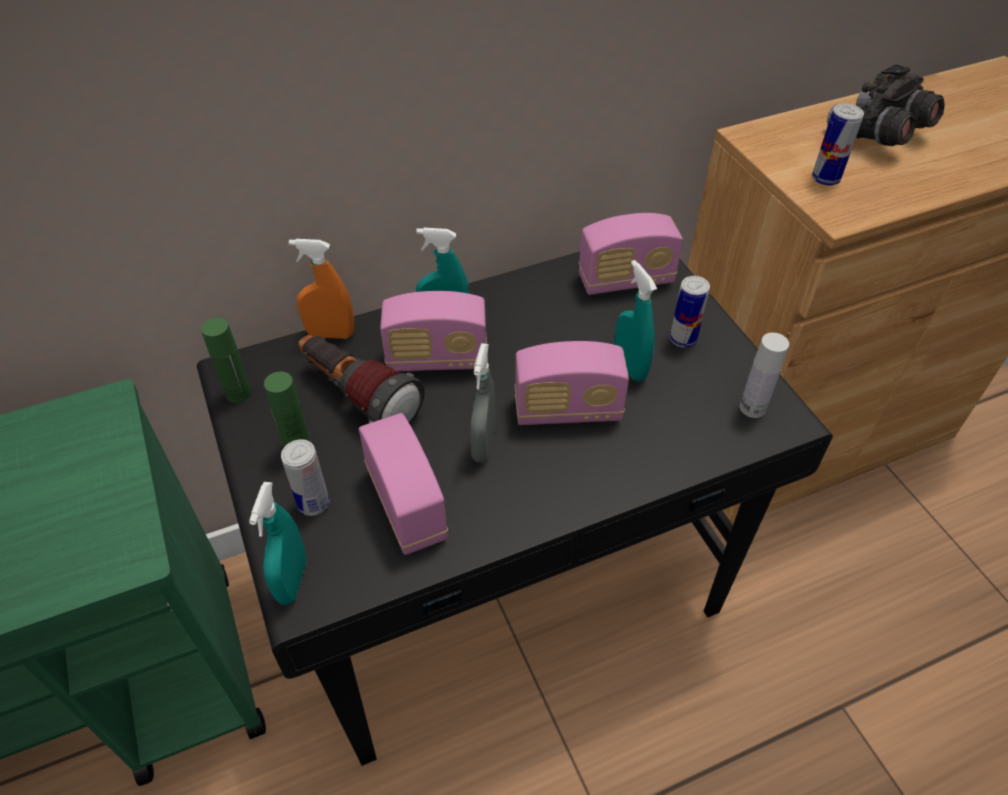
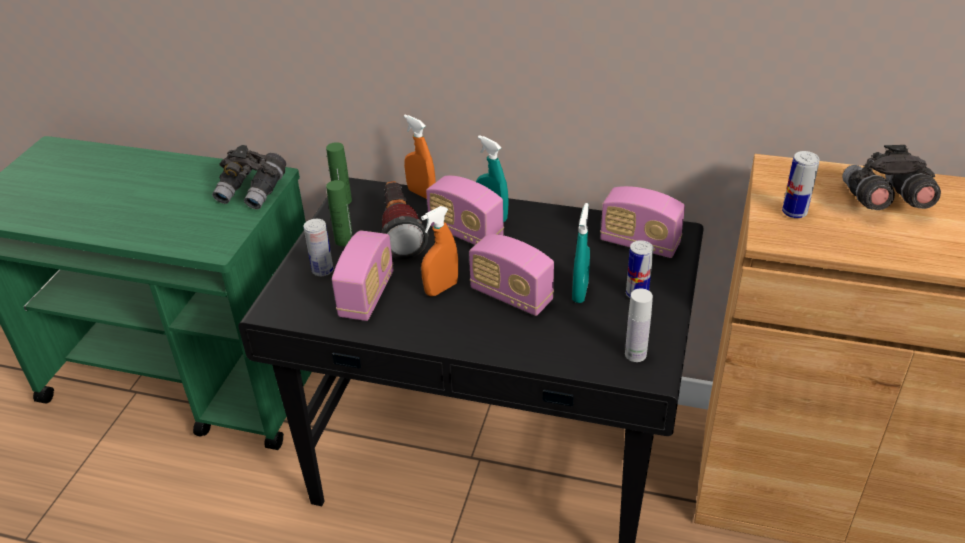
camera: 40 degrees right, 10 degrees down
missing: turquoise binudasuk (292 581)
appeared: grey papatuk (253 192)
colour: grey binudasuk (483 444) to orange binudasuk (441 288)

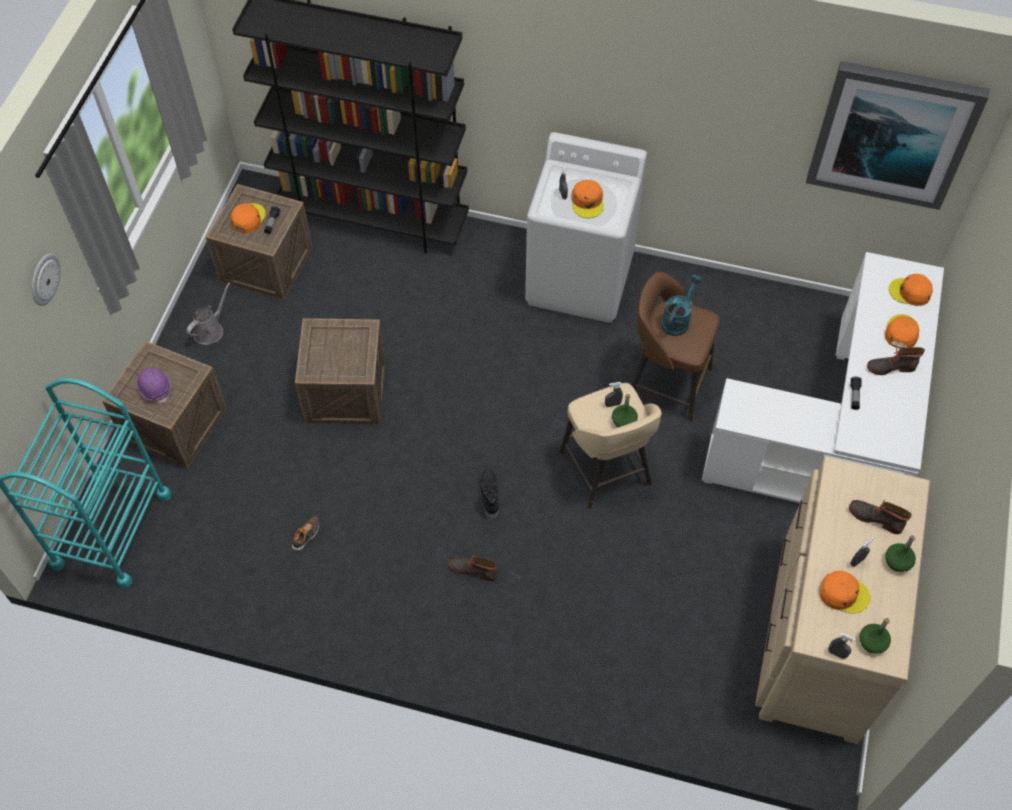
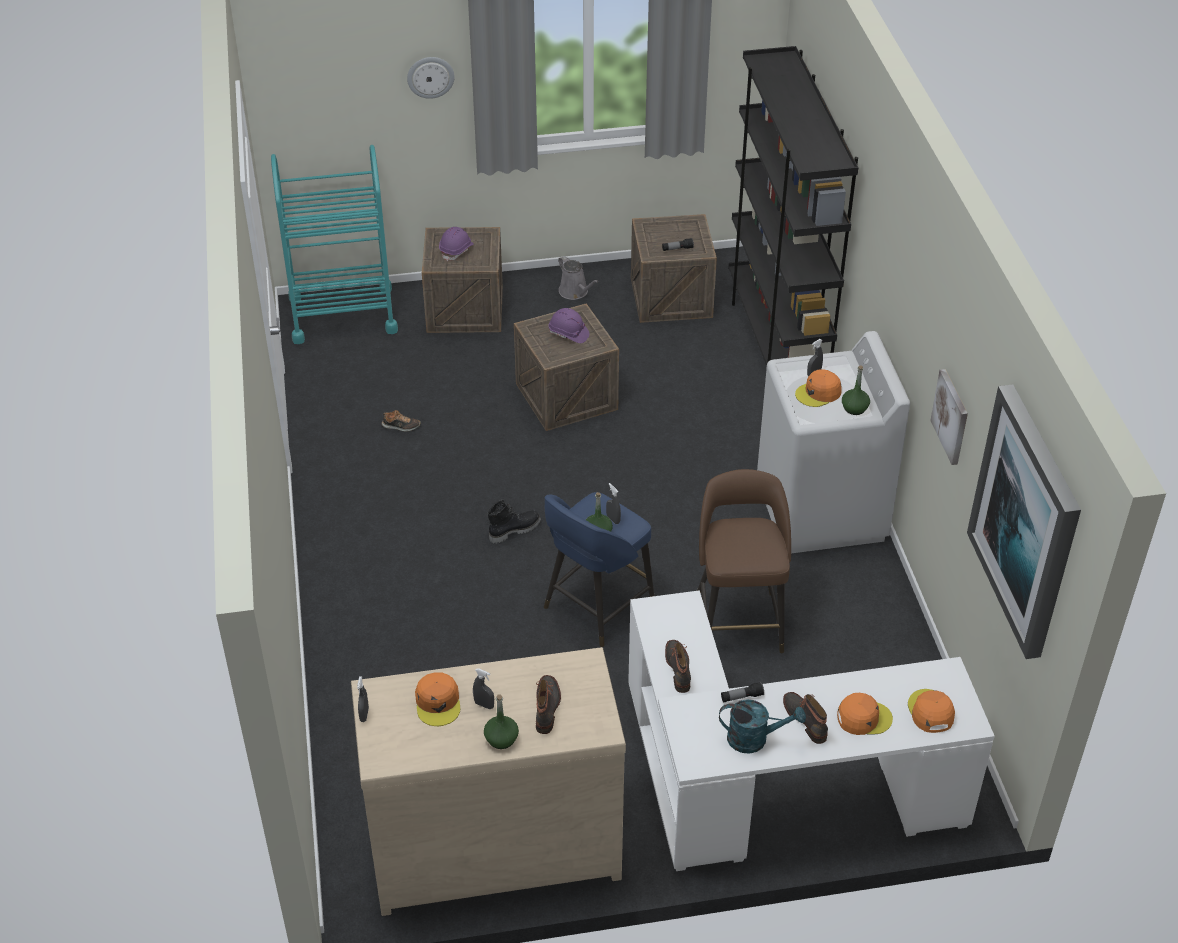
camera: 65 degrees right, 15 degrees down
missing: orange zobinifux (248 218)
appeared: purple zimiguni (568 334); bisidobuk (951 416)
relocated: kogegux (473 569) to (679 668); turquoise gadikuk (677 319) to (755 739); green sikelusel (872 642) to (854 408)
colour: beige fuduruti (606 470) to blue fuduruti (596 607)
spun: grey gadikuk (210 330) = (575 292) 45 degrees clockwise

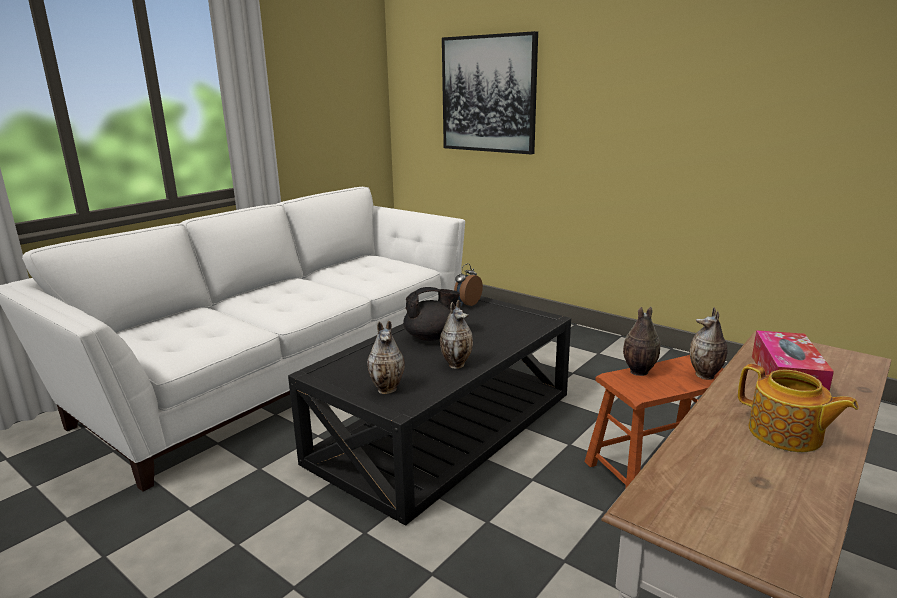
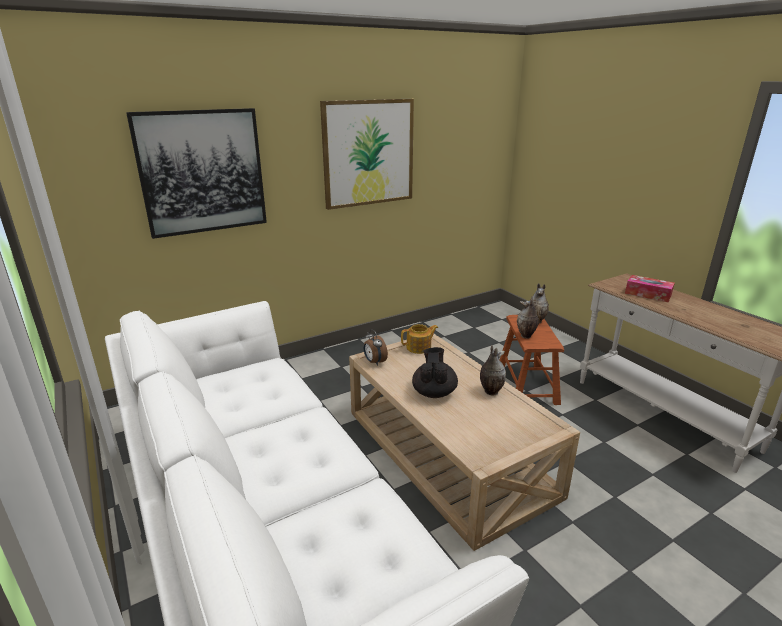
camera: 70 degrees left, 5 degrees up
missing: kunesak (388 389)
appeared: bisidobuk (368 153)
relocated: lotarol (786 434) to (419 347)
colour: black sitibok (443 426) to beige sitibok (446 452)

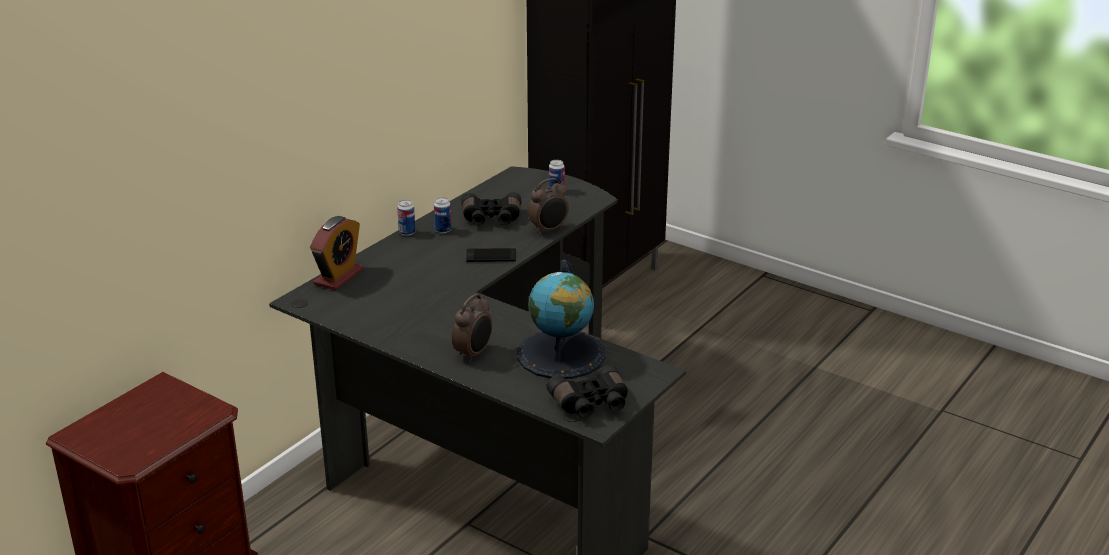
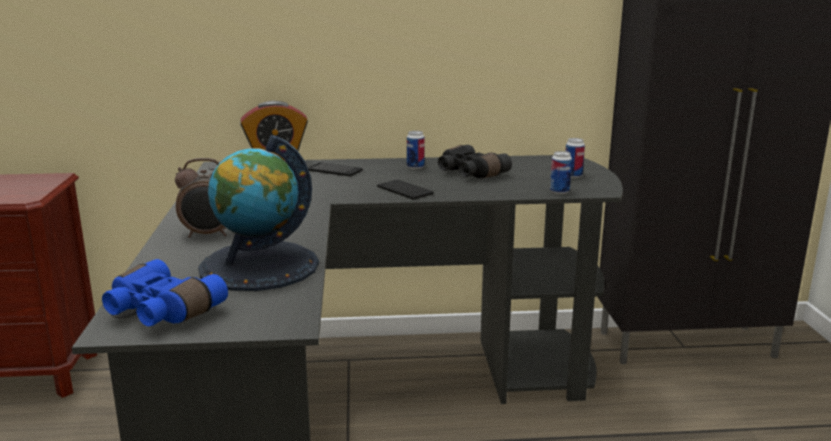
camera: 50 degrees right, 10 degrees down
missing: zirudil (549 230)
appeared: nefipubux (334 170)
relocated: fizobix (407 232) to (559 192)
colour: black papatuk (591 404) to blue papatuk (160 311)

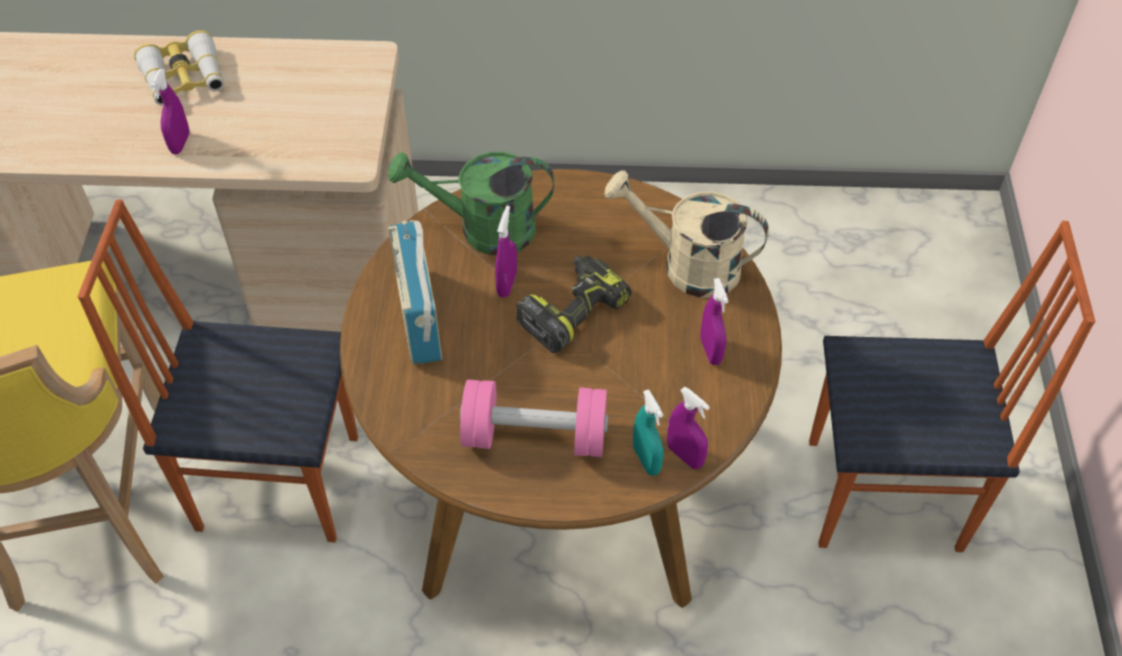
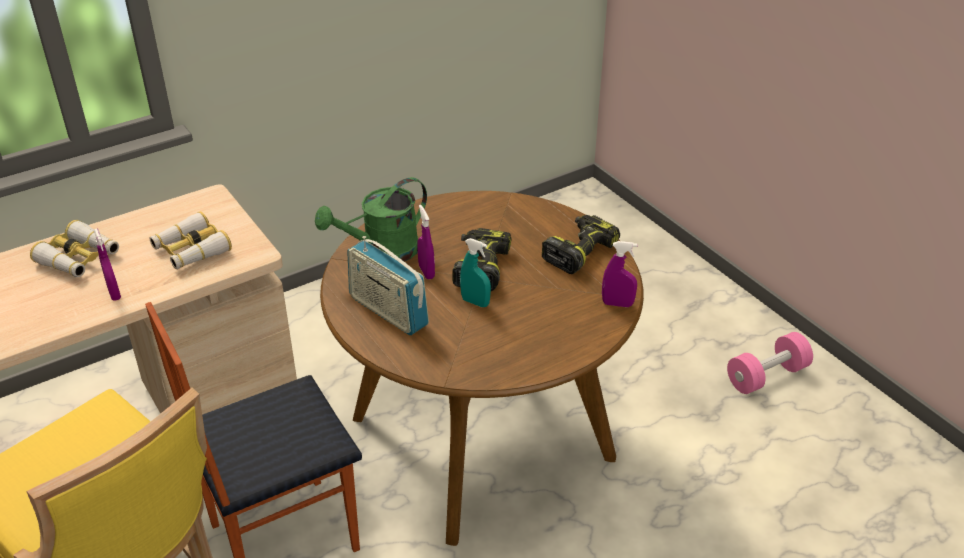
camera: 35 degrees left, 15 degrees down
missing: beige gadikuk (687 265); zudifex (886 497)
appeared: papatuk (191 250)
relocated: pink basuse (535 436) to (766 376); turquoise binudasuk (646 460) to (475 302)
exchanged: purple binudasuk (710 351) to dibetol (579 251)

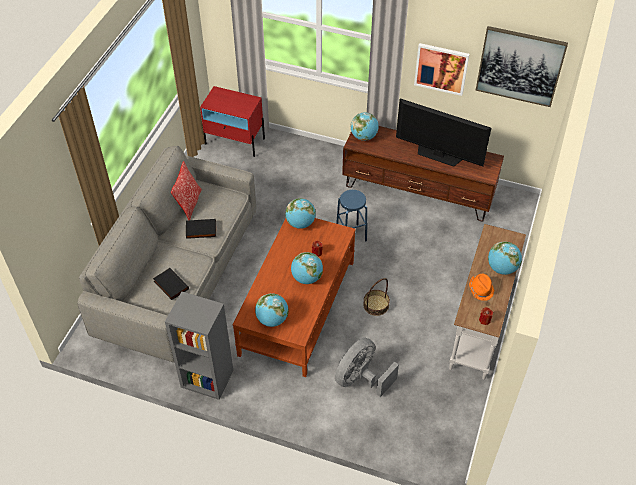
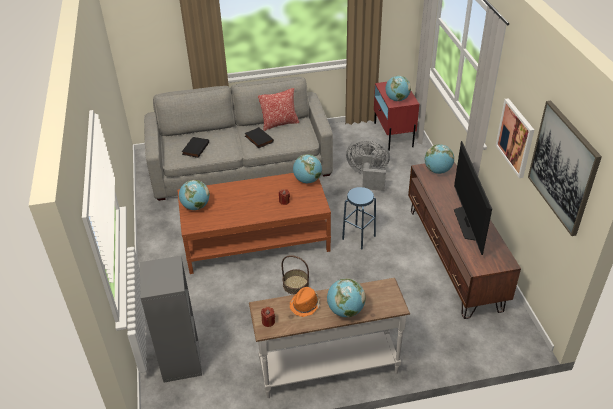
camera: 60 degrees right, 10 degrees down
relocated: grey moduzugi (206 379) to (180 360); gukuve (307 278) to (397 99); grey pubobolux (361 379) to (368 176)

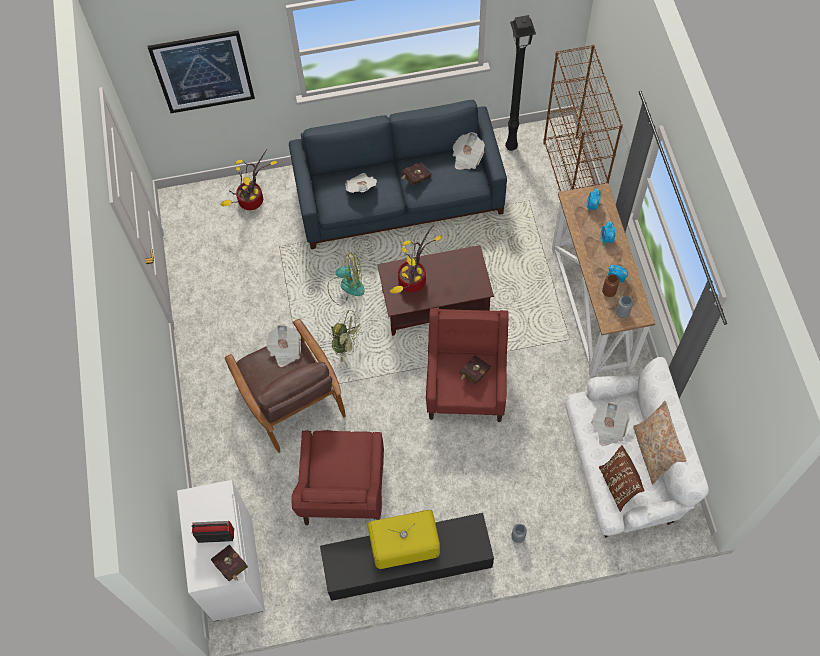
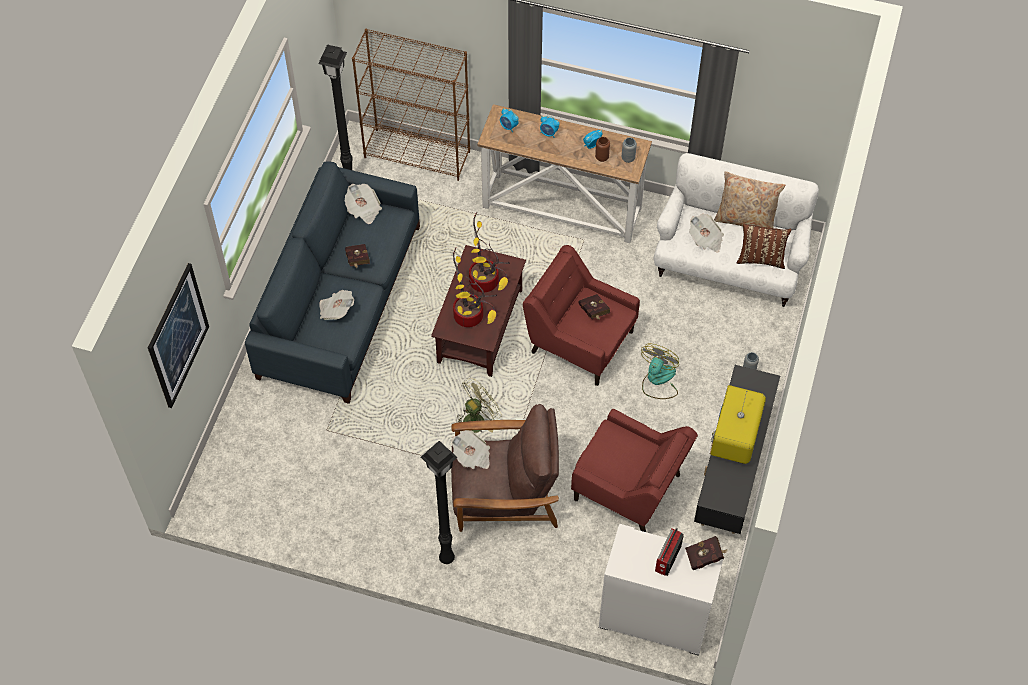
camera: 65 degrees left, 5 degrees down
appeared: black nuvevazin (446 559)
relocated: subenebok (251 202) to (486 281); pubobolux (346 287) to (658 380)

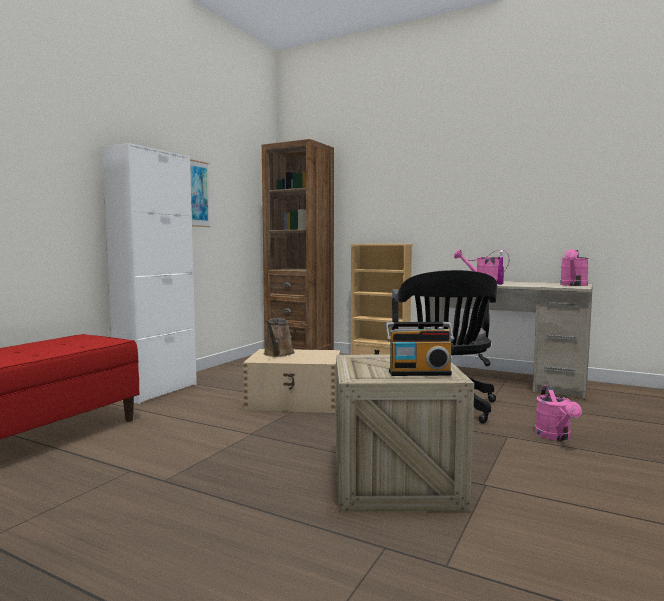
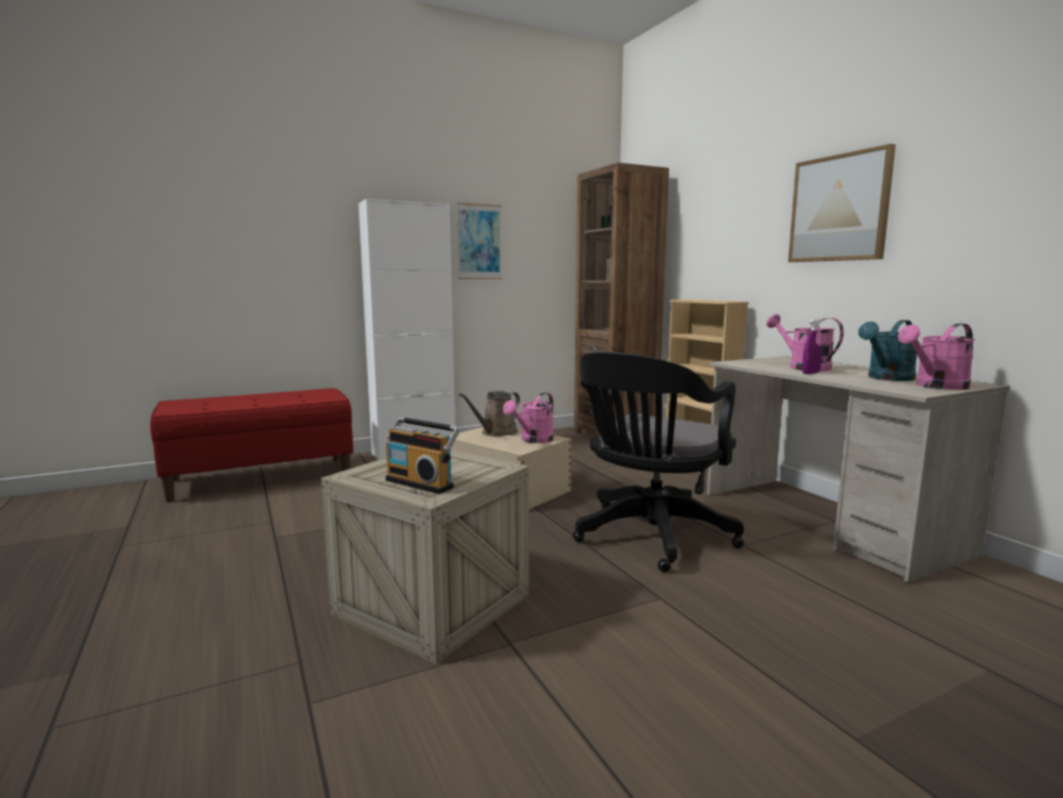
camera: 35 degrees right, 5 degrees up
appeared: bisidobuk (839 208); turquoise gadikuk (887 378)
relocated: pink gadikuk (555 436) to (533 440)

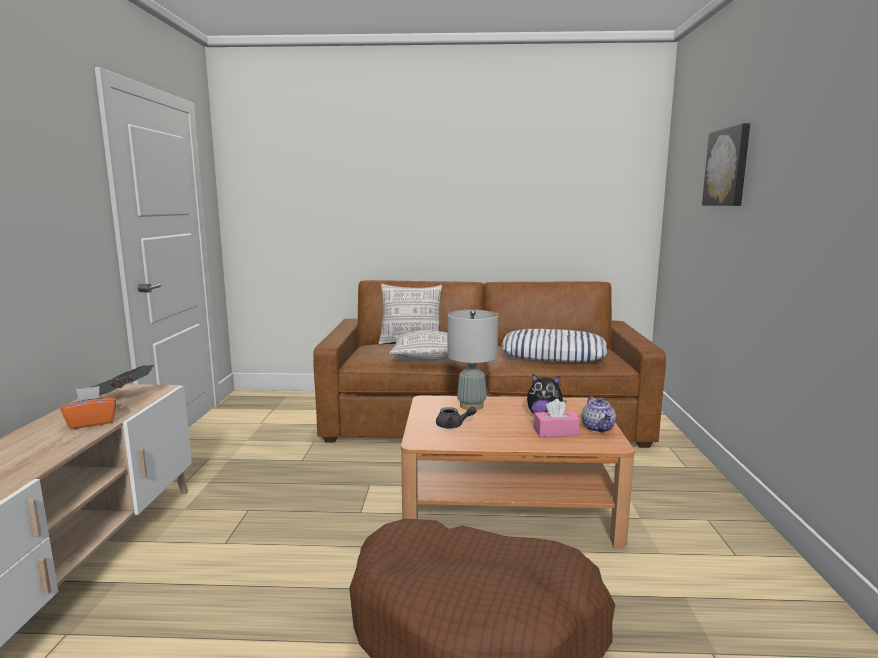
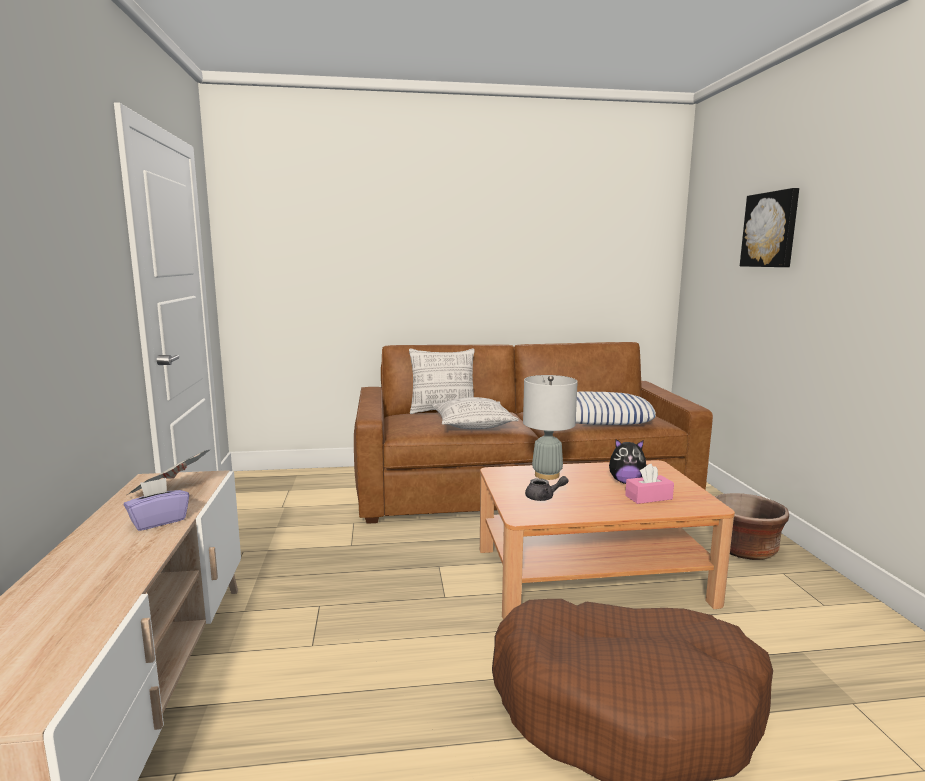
camera: 10 degrees left, 0 degrees up
missing: lotarol (598 428)
appeared: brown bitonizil (744 549)
colour: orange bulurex (92 422) to purple bulurex (158 521)

